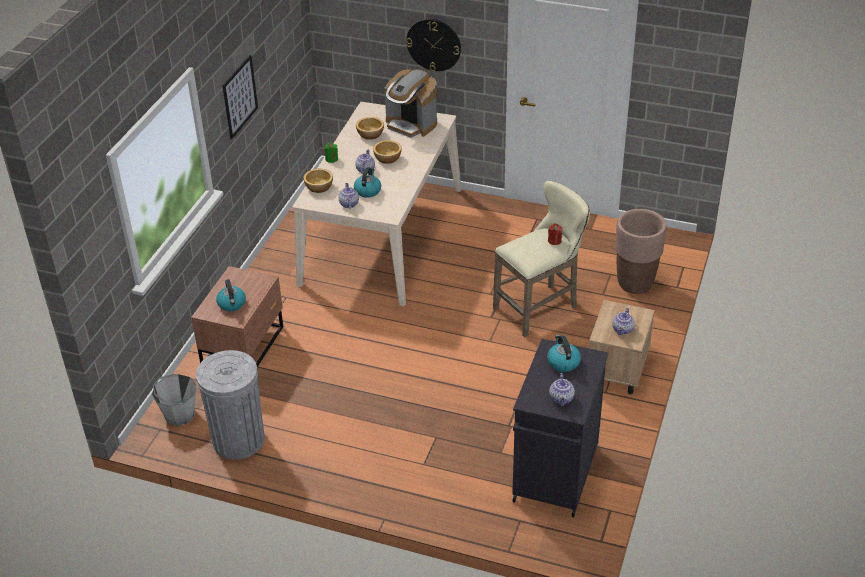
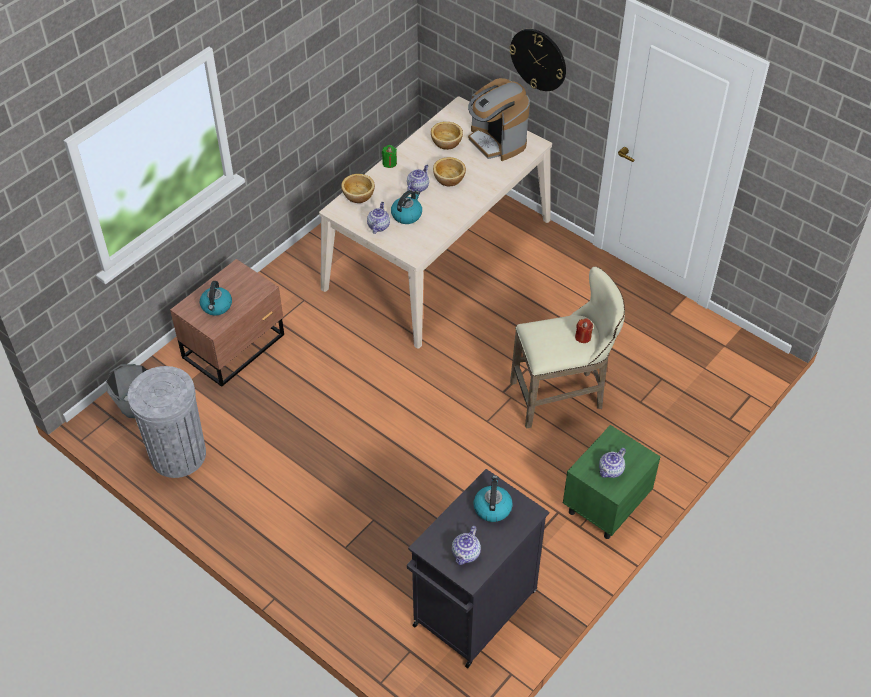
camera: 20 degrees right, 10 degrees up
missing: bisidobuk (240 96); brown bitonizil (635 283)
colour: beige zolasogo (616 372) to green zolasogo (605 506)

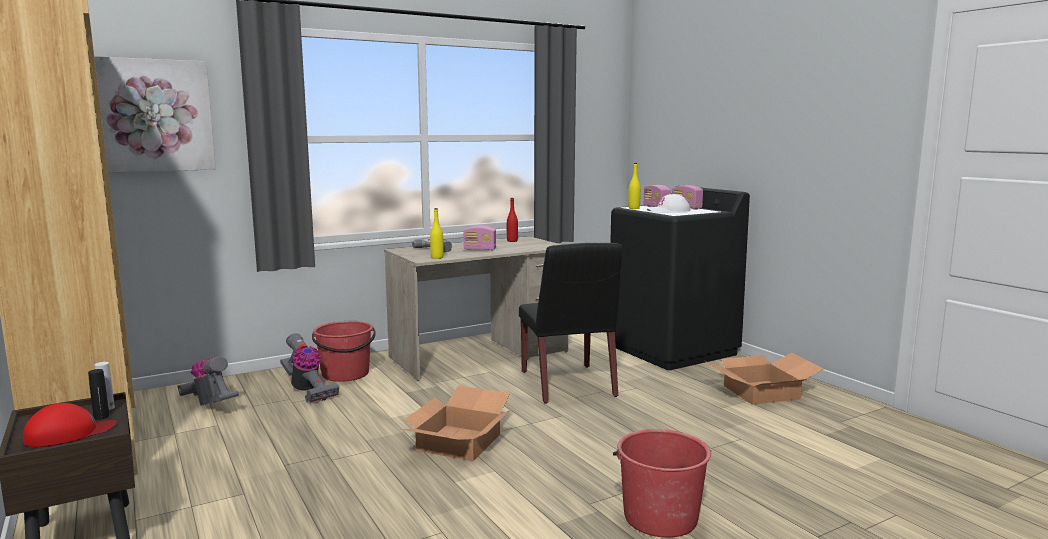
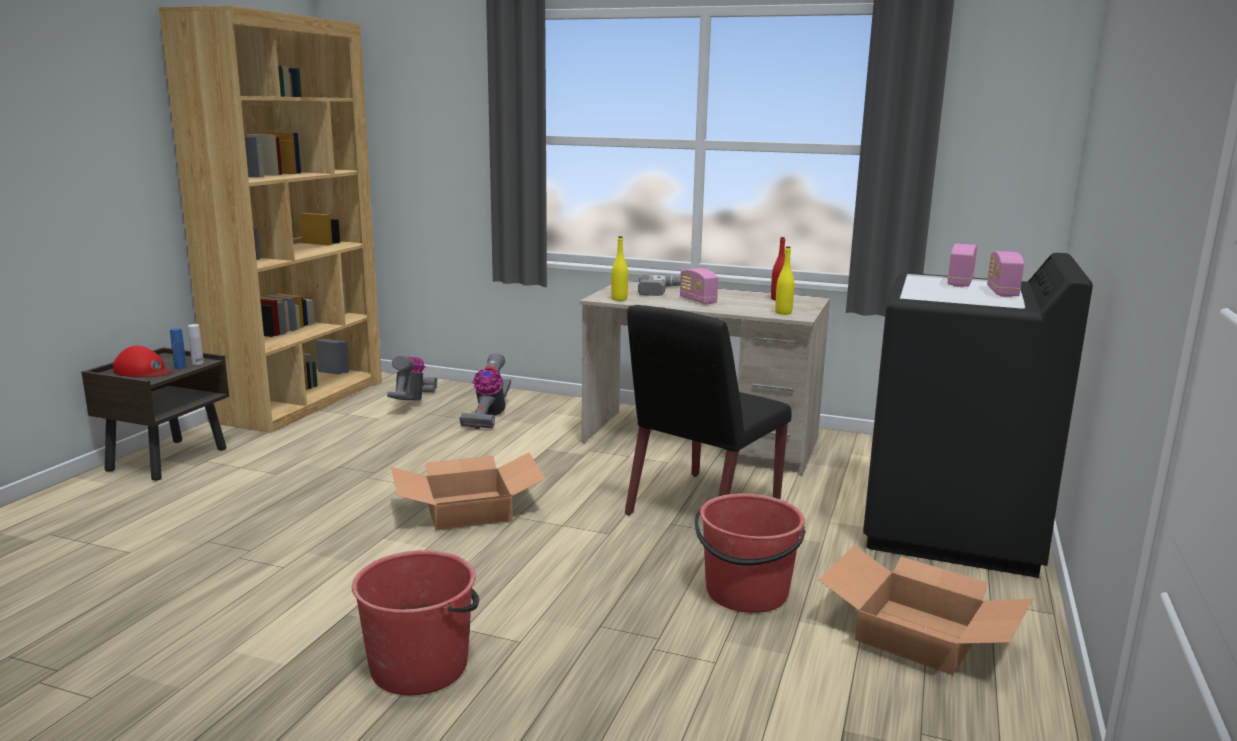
camera: 50 degrees right, 5 degrees up
missing: bisidobuk (151 115); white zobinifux (668 211)
relocated: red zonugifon (345 374) to (746 593); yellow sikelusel (634 208) to (783 313)
colour: black sikelusel (101 417) to blue sikelusel (180 367)

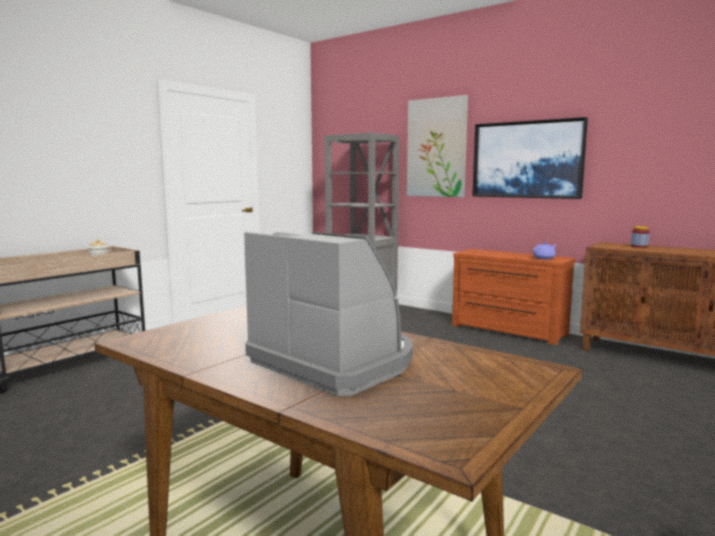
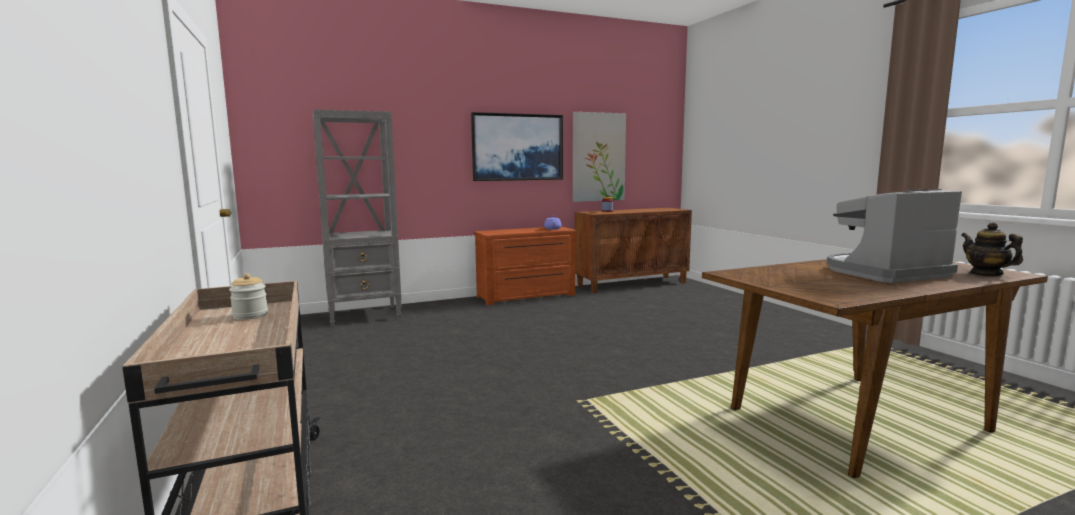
camera: 60 degrees left, 0 degrees up
appeared: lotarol (986 274)
relocated: bisidobuk (436 148) to (598 157)

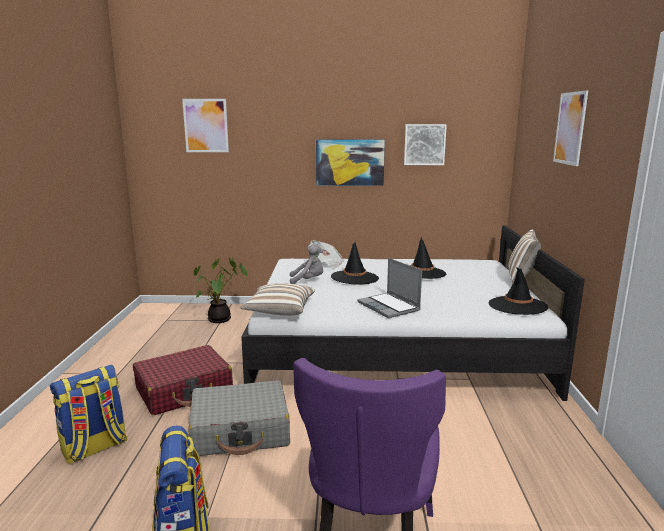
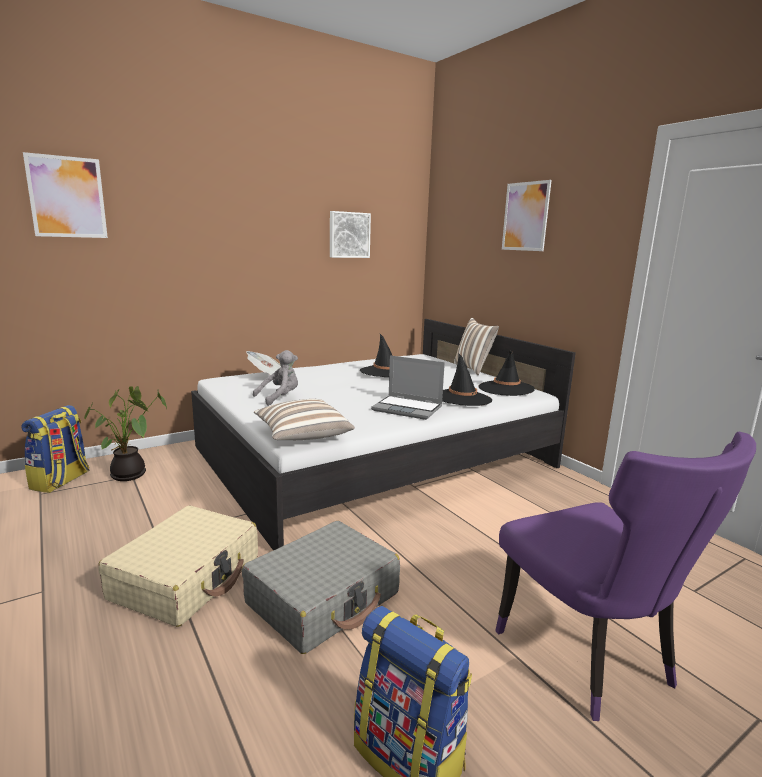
camera: 35 degrees left, 0 degrees up
missing: bisidobuk (350 162)
relocated: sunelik (94 448) to (61 481); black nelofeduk (354 278) to (462 398)
colour: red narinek (184 391) to beige narinek (187 578)

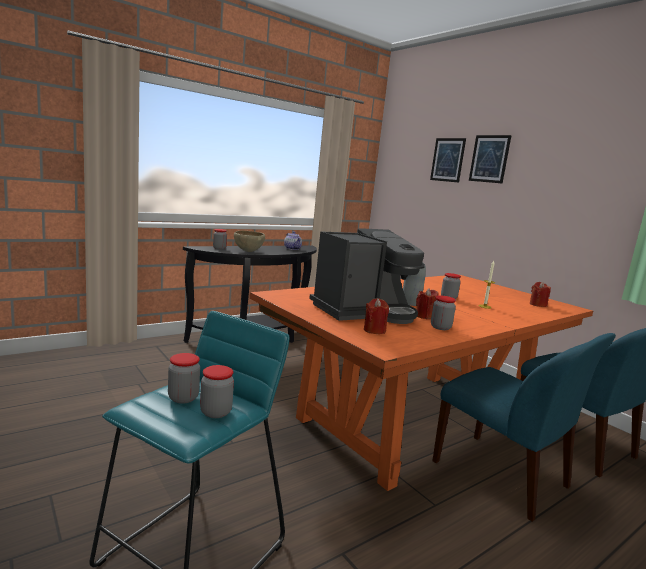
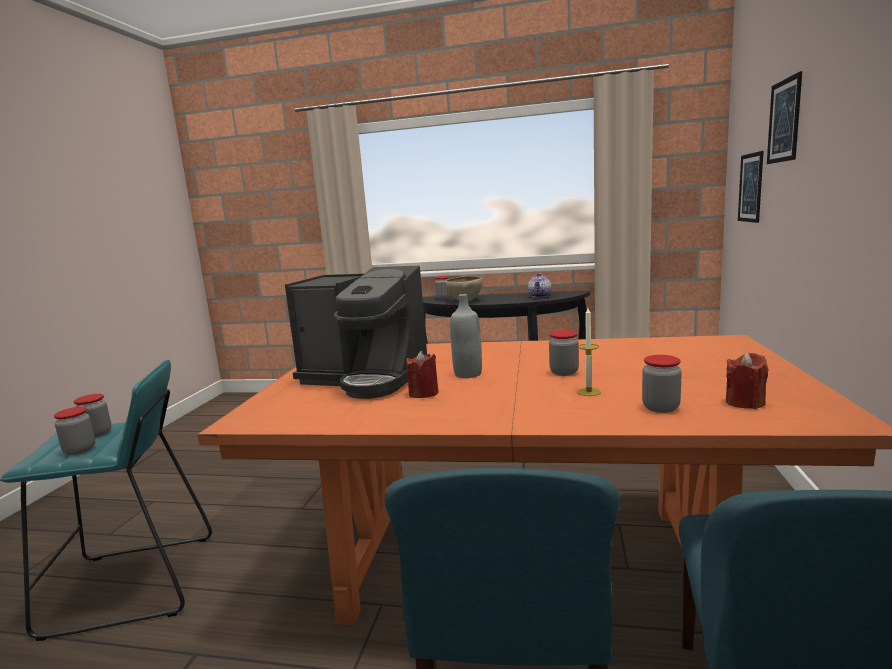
camera: 50 degrees right, 0 degrees up
missing: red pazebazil (374 330)
relocated: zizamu (440 327) to (660 408); bisidobuk (489 159) to (750 188)

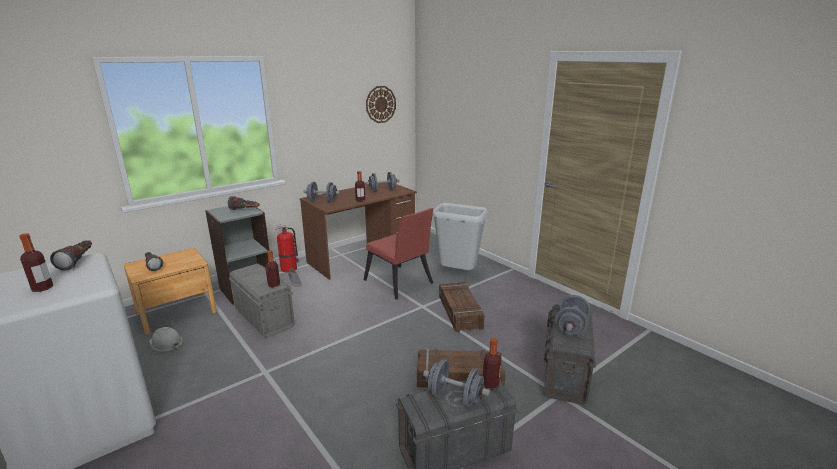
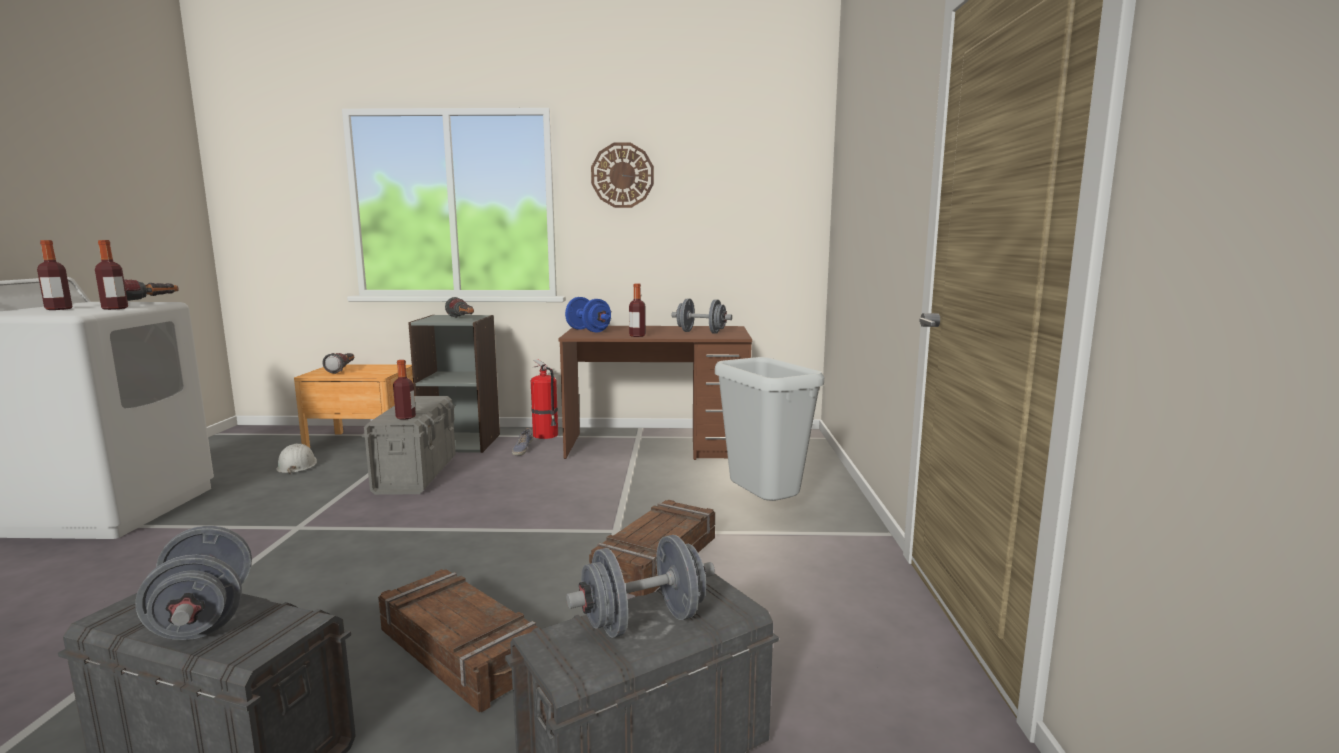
camera: 40 degrees right, 10 degrees down
missing: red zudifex (400 284)
relocated: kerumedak (380 104) to (622 175); sikelusel (490 384) to (115 308)
colour: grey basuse (322 201) to blue basuse (588 330)

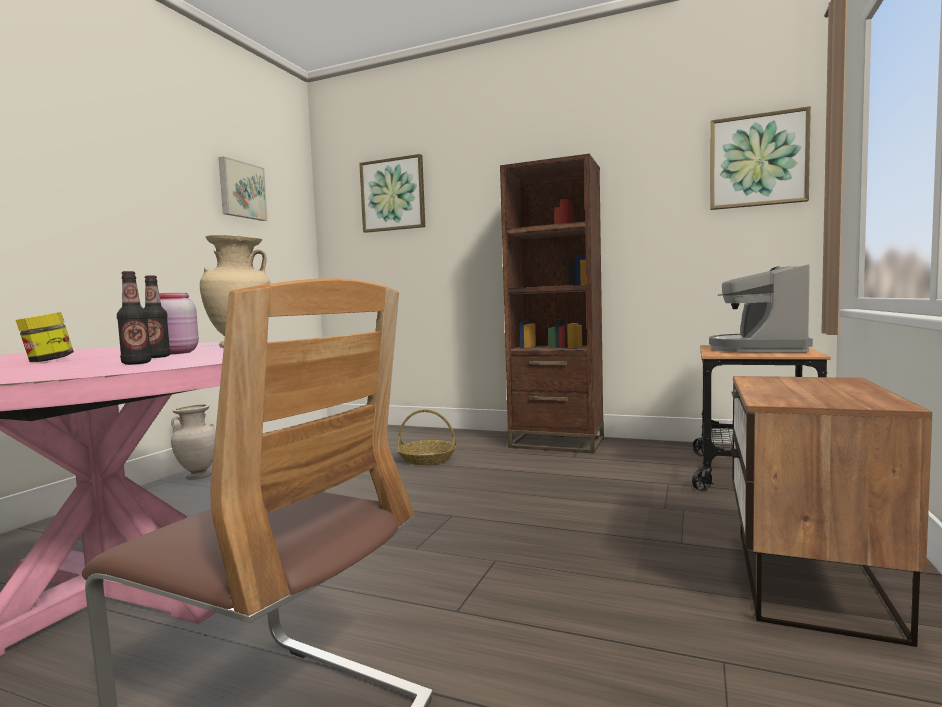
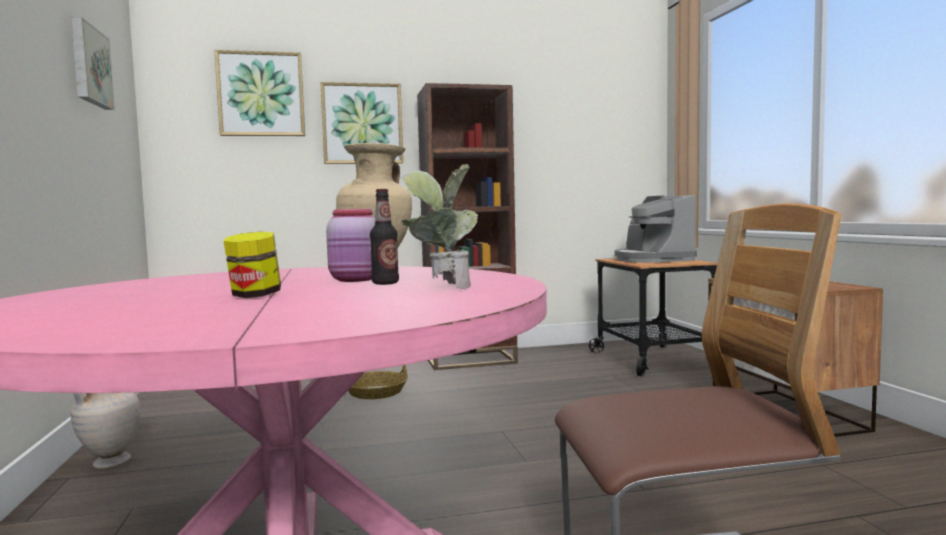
camera: 35 degrees left, 0 degrees up
relocated: bisidobuk (757 161) to (362 124)
exchanged: sikelusel (136 363) to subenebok (442 288)

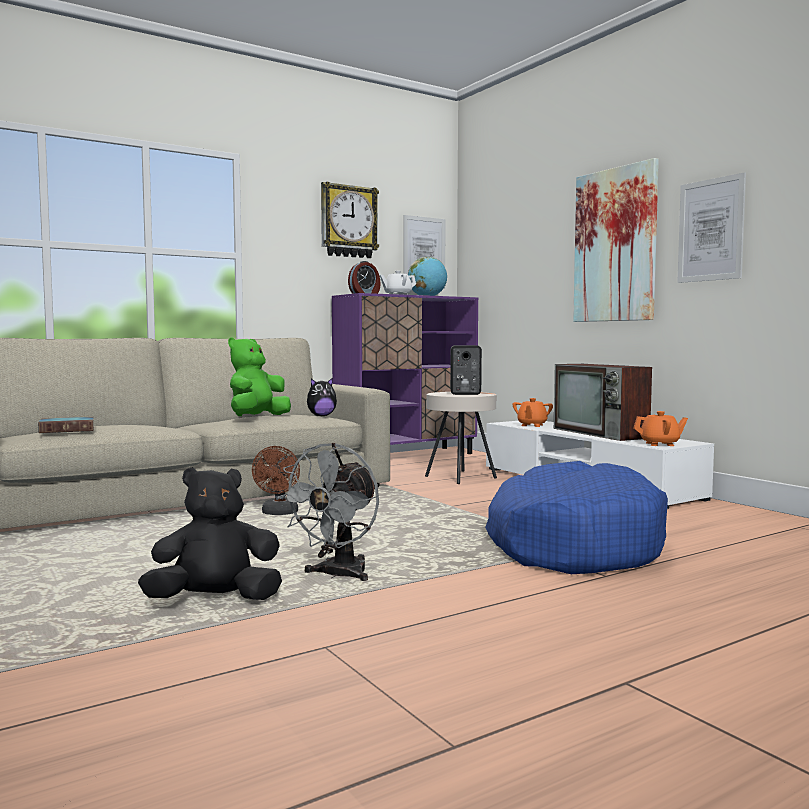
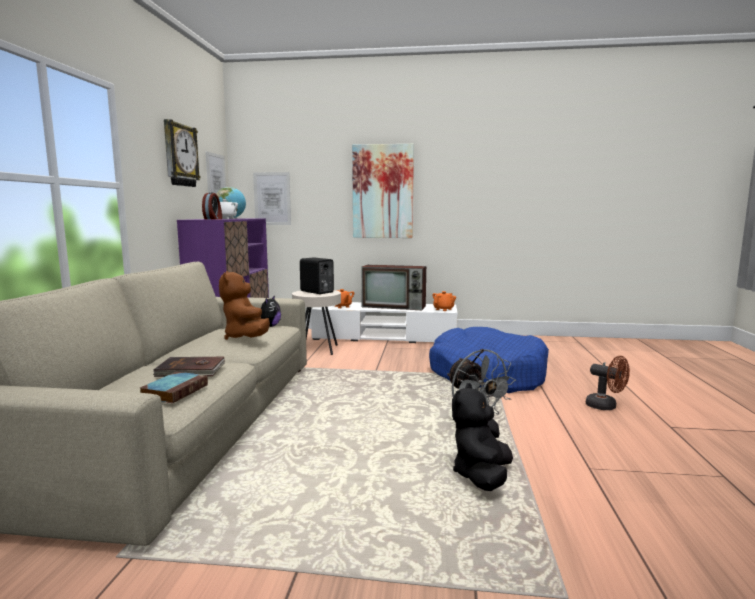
camera: 50 degrees left, 5 degrees up
appeared: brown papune (191 370)
relocated: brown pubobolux (279 514) to (606 406); bisidobuk (710 230) to (272 198)
colour: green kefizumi (257 417) to brown kefizumi (246 337)

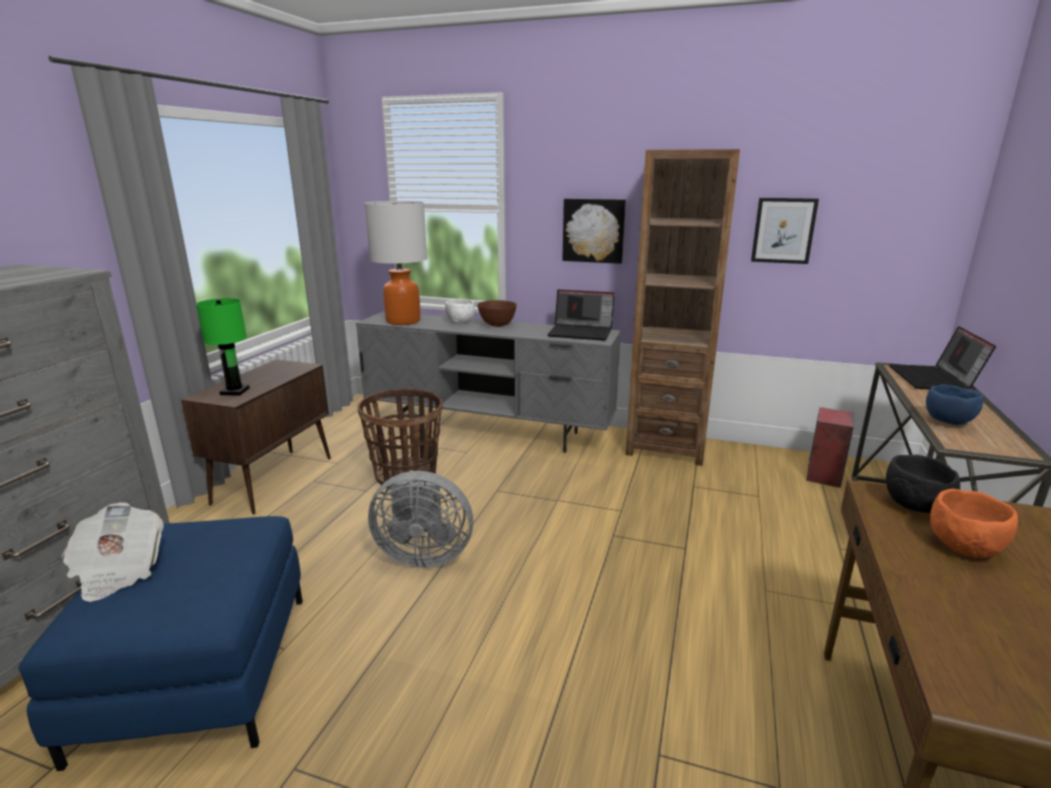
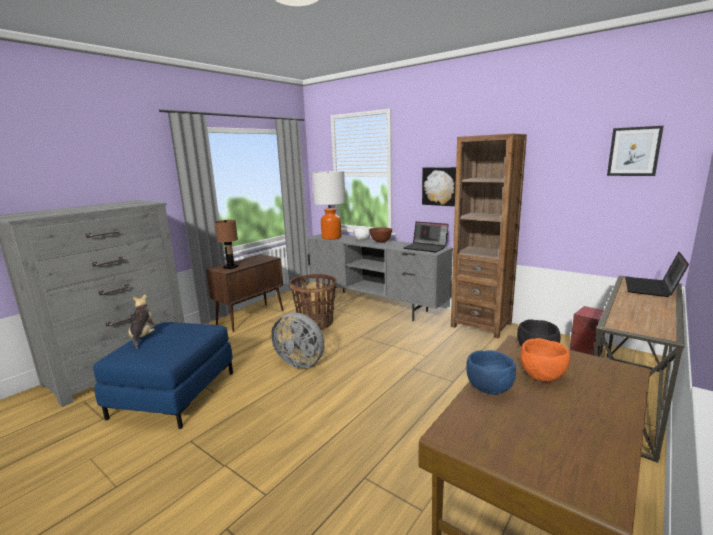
camera: 20 degrees right, 5 degrees down
relocated: bisidobuk (783 230) to (634 151); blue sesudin (948 422) to (489 389)
exchanged: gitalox (118 570) to kefizumi (144 336)
colour: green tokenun (234 391) to brown tokenun (230 267)

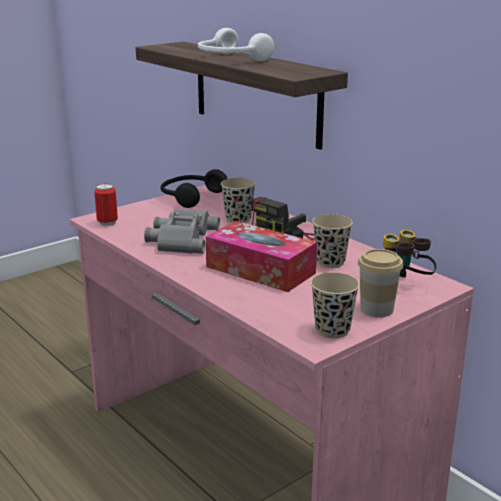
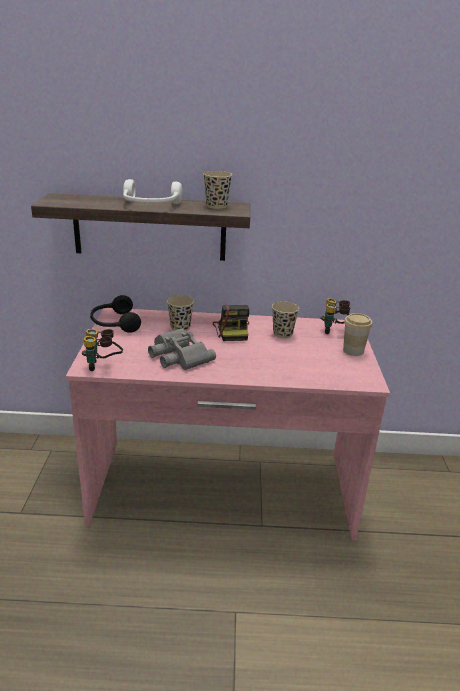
camera: 50 degrees left, 5 degrees up
missing: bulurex (260 270)
relocated: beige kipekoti (332 330) to (216 206)
exchanged: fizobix (107 223) to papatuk (103 366)

